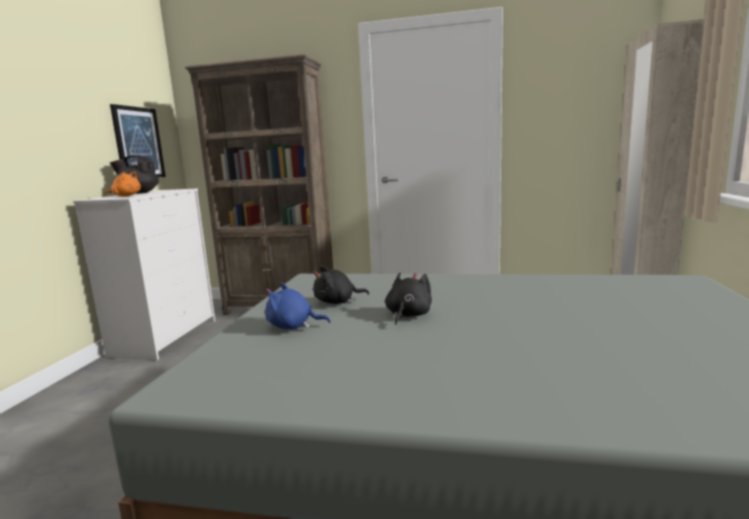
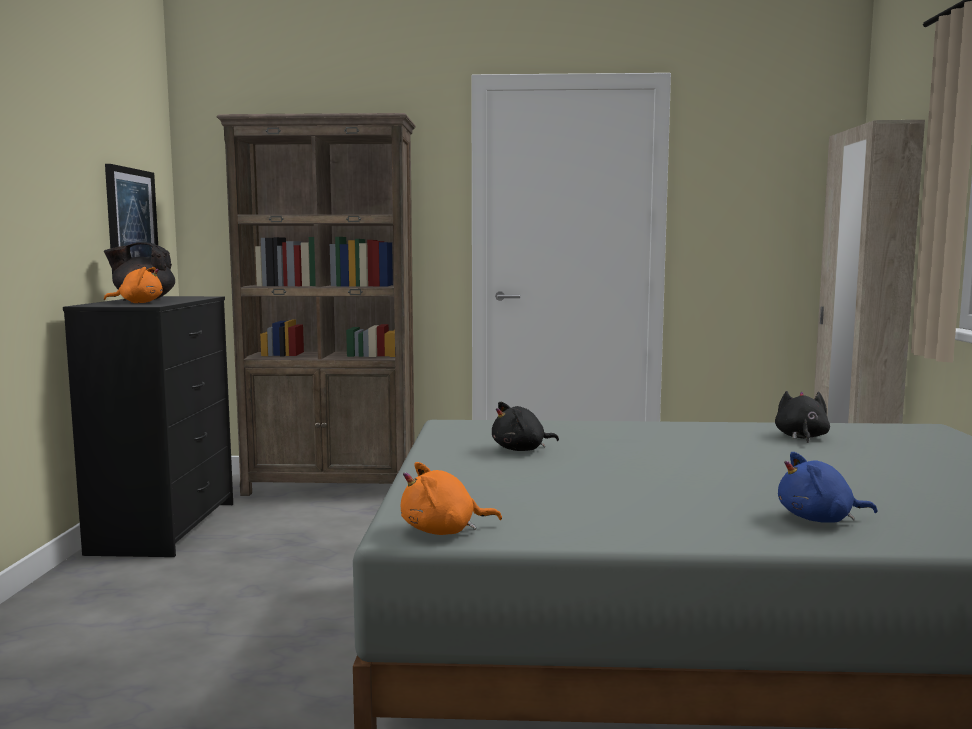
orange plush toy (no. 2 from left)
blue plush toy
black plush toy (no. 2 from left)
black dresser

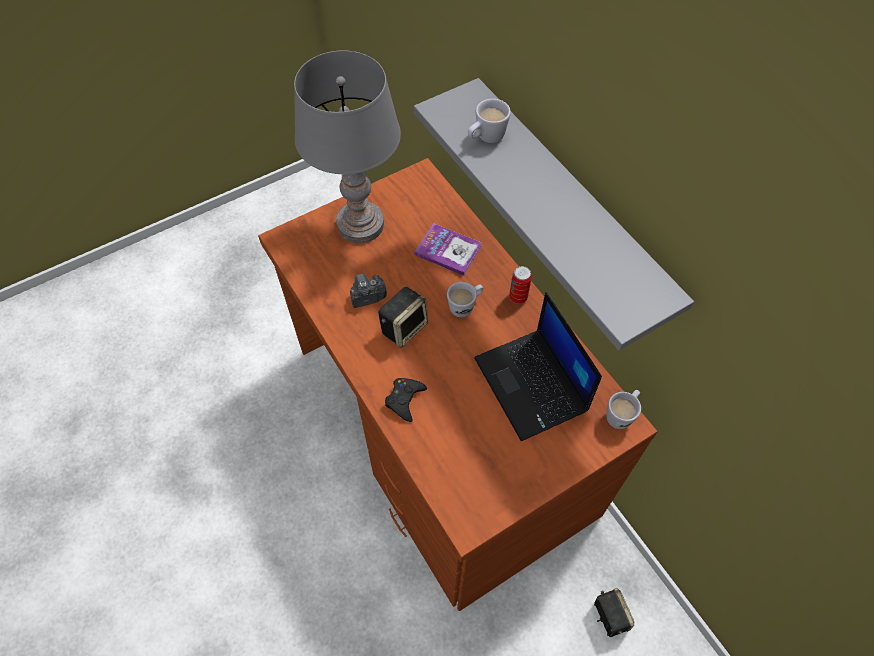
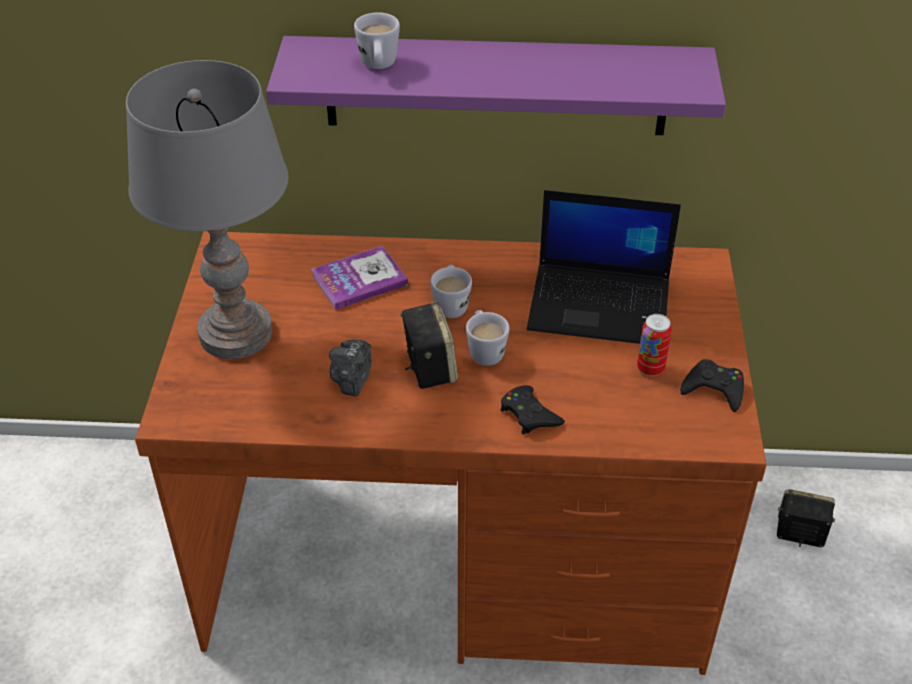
black game controller (no. 2 from left)
can
white mug (no. 3 from left)
purple shelf

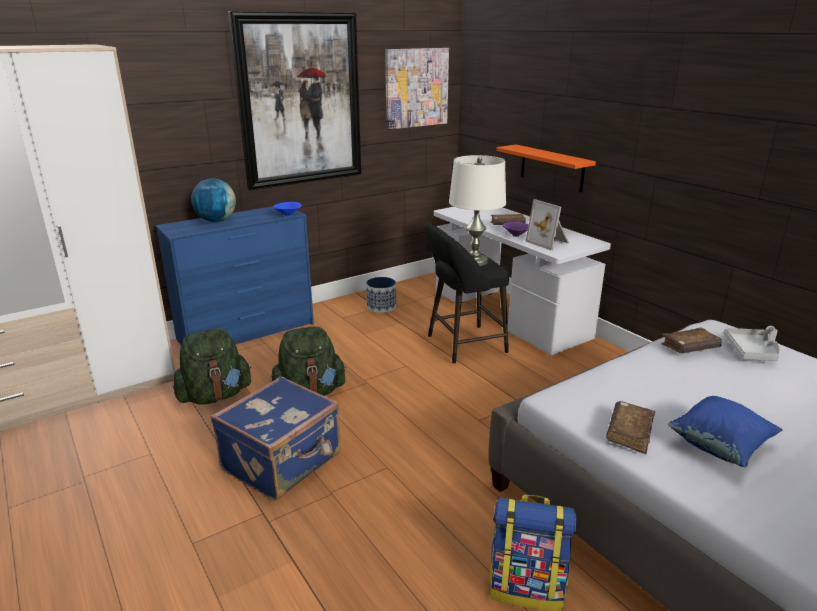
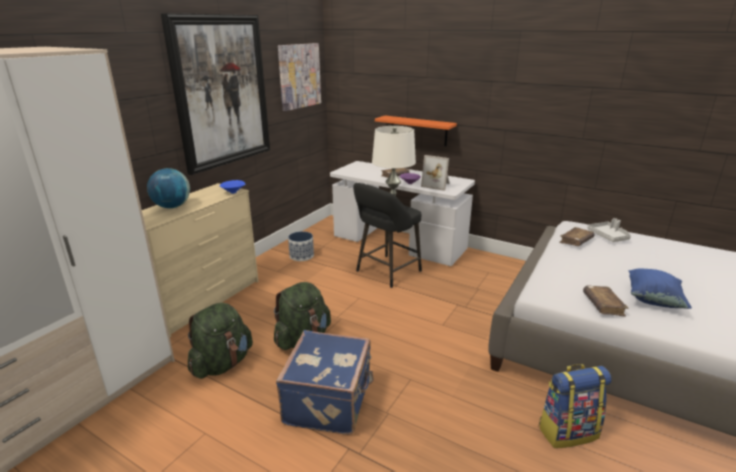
beige dresser

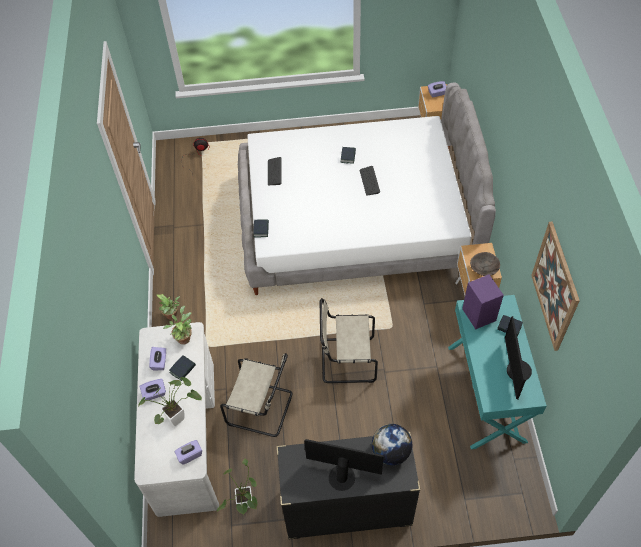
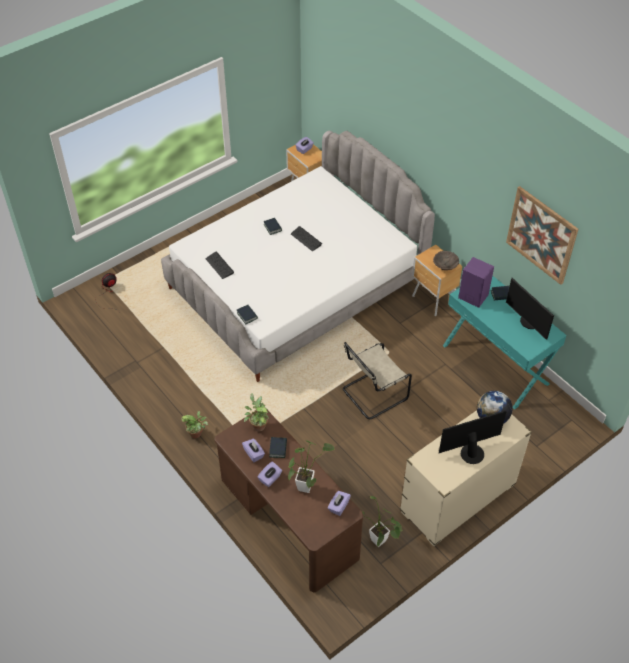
beige chair (no. 1 from left in the first image)
brown desk
beige dresser

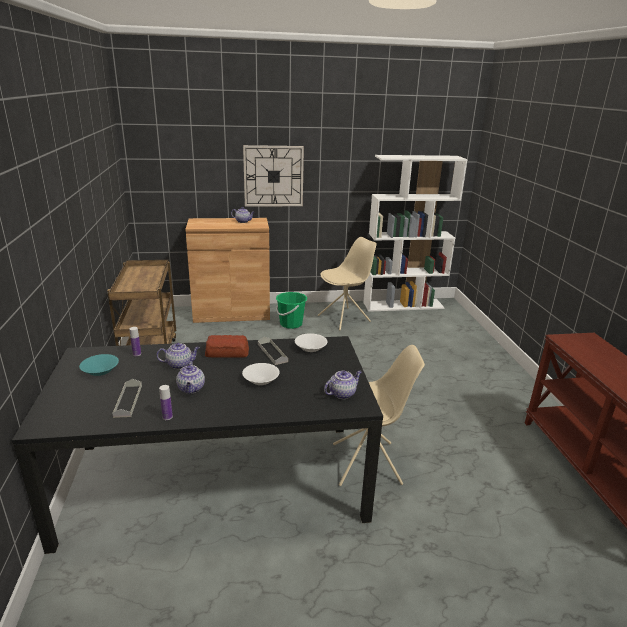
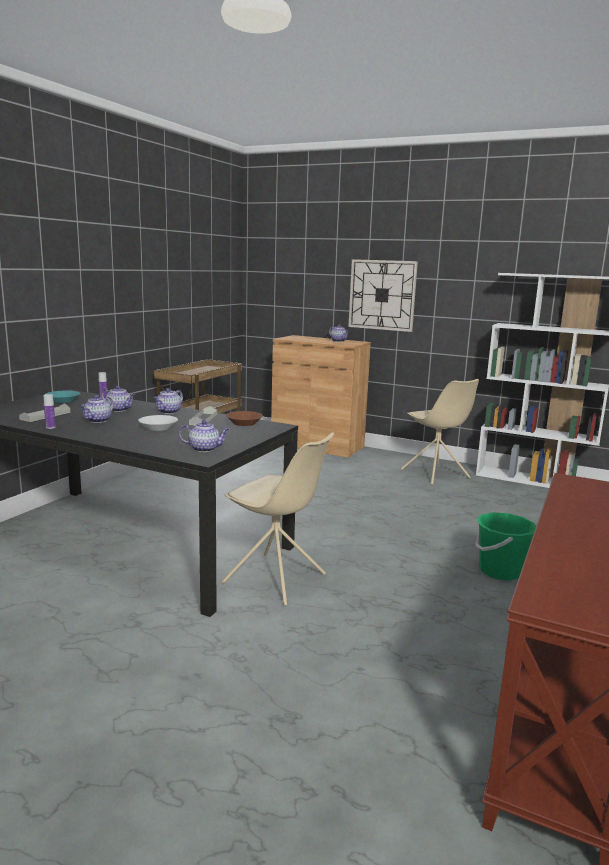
green bucket
teapot (no. 3 from left)
brown bowl
beige chair (no. 2 from left)

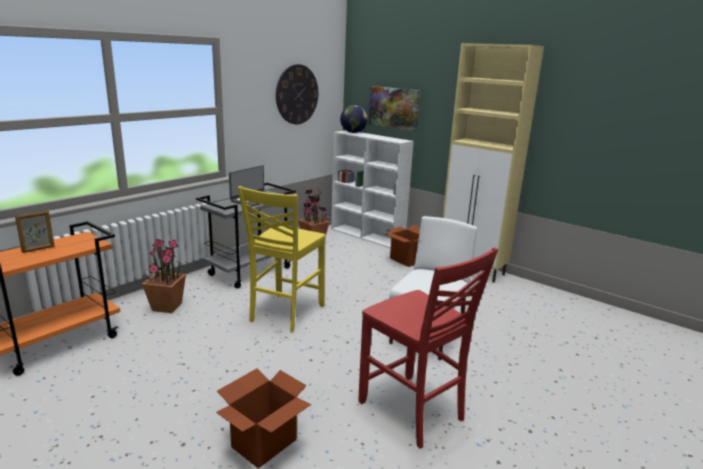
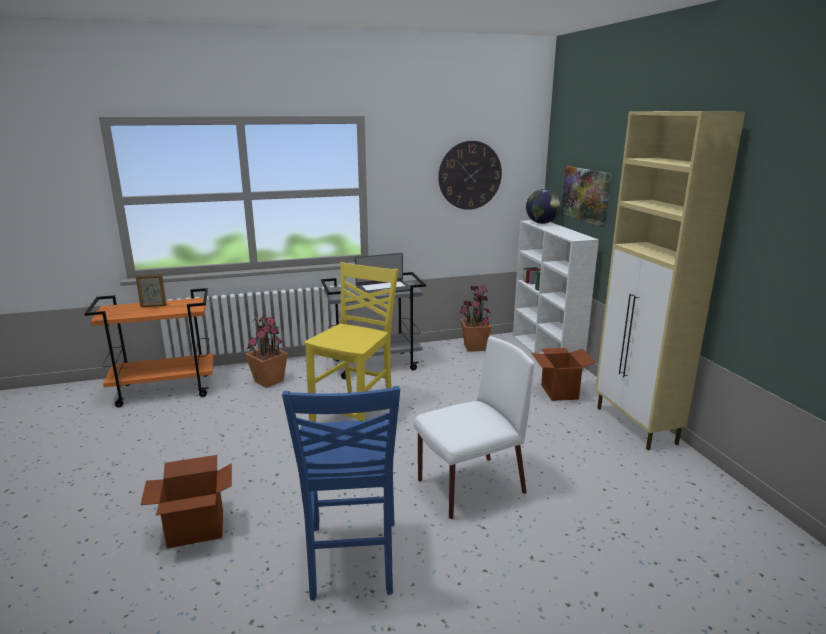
blue chair
yellow chair

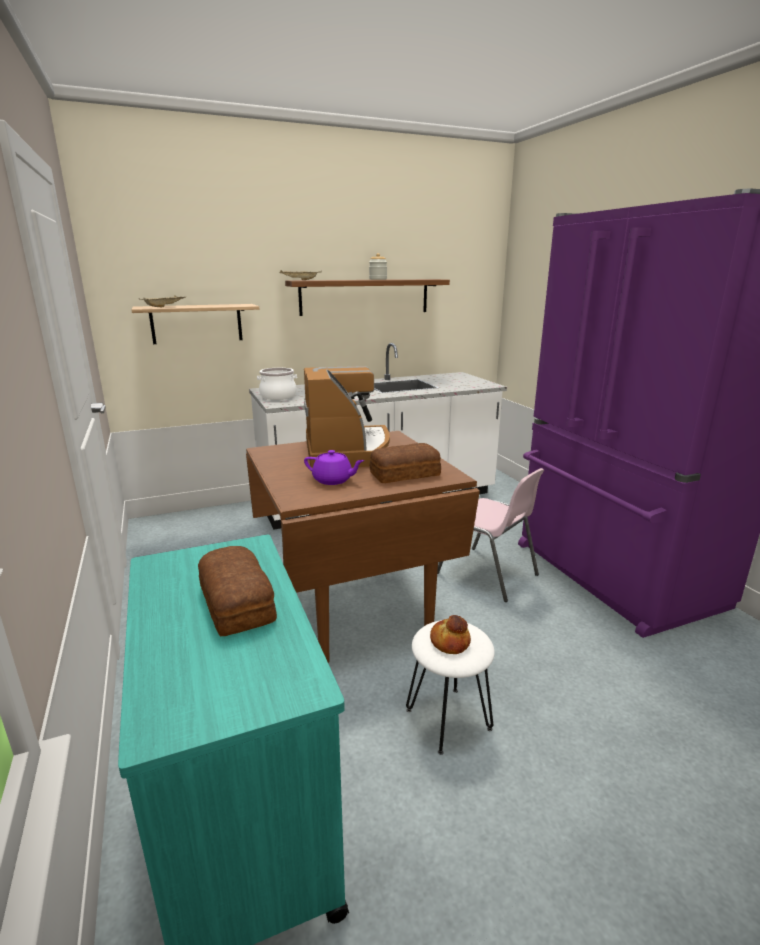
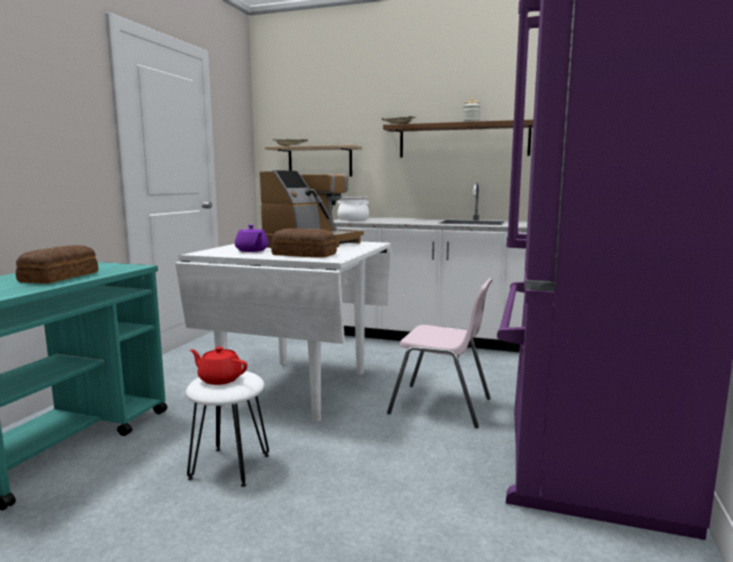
red teapot
white dining table
pink chair

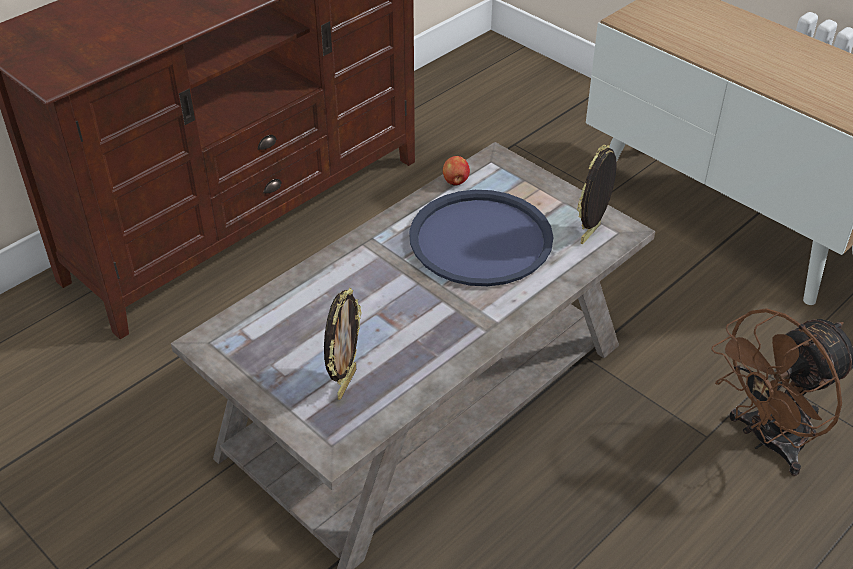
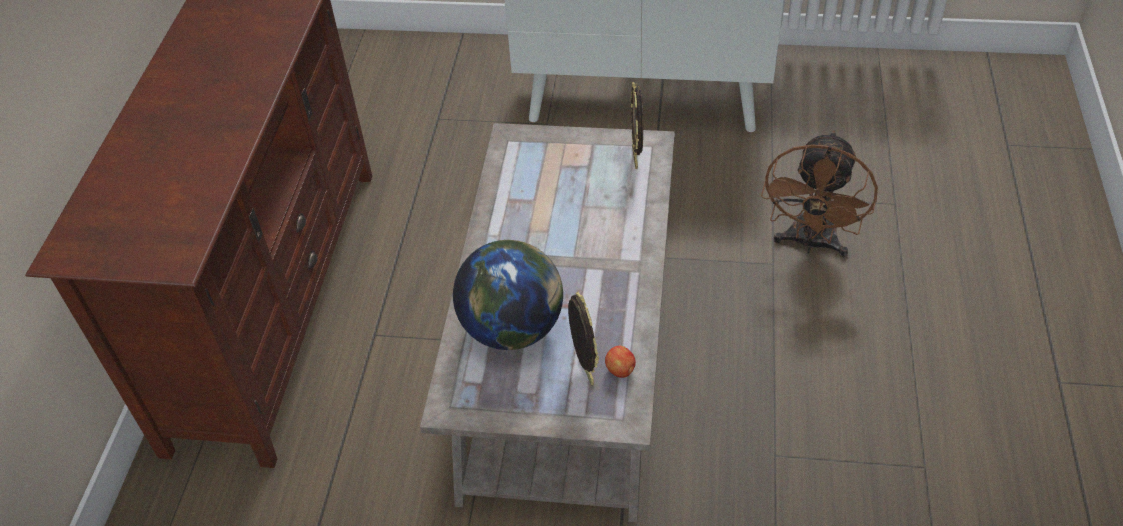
blue tray
globe
apple

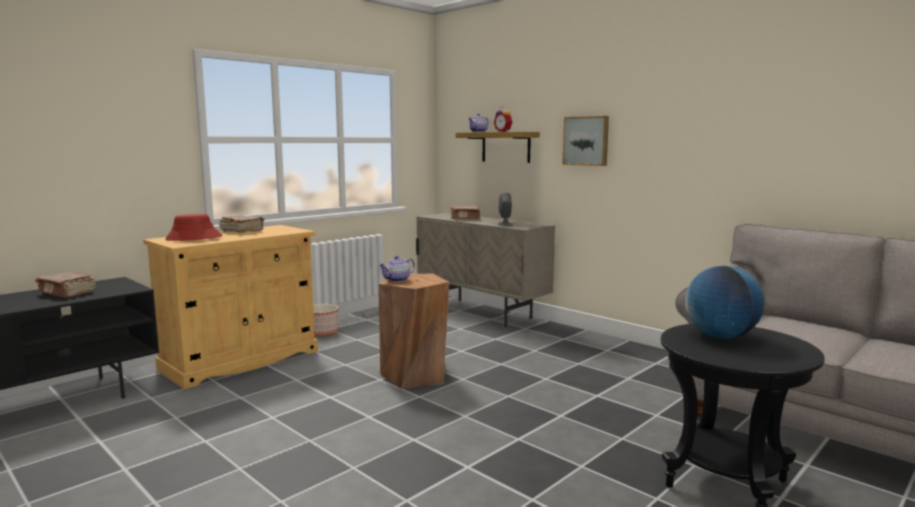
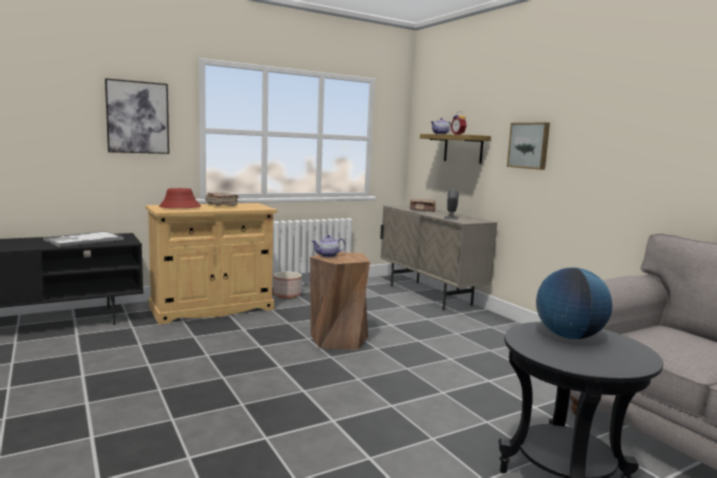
picture (no. 1 from left)
tray

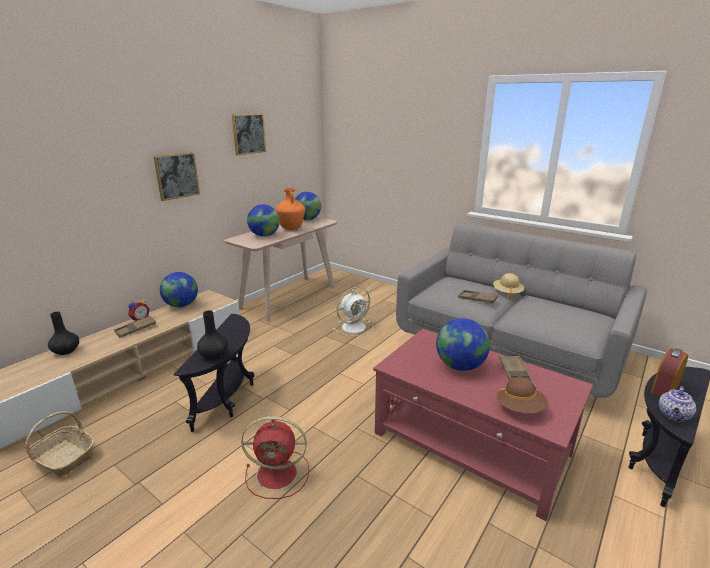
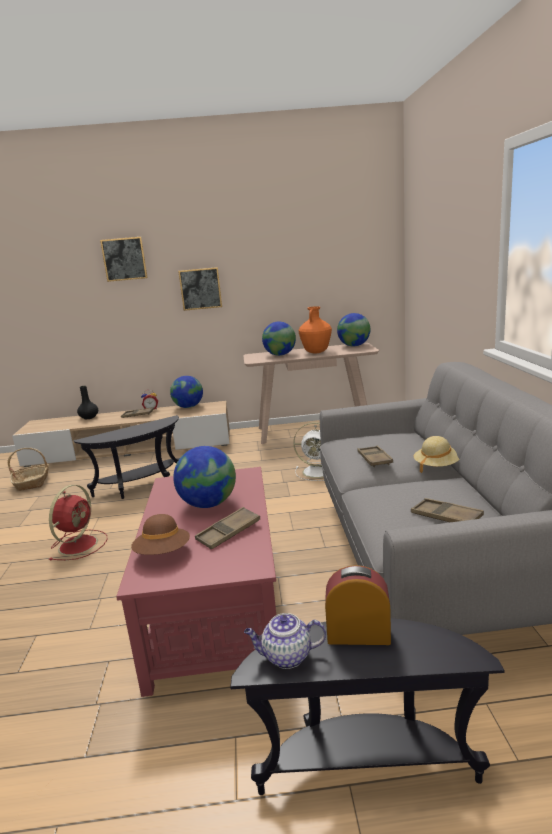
black vase (no. 2 from left in the first image)
brown tray (no. 4 from left)
picture (no. 1 from left)
red fan

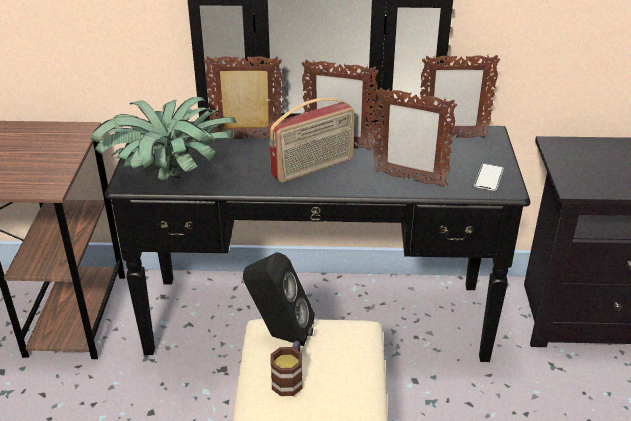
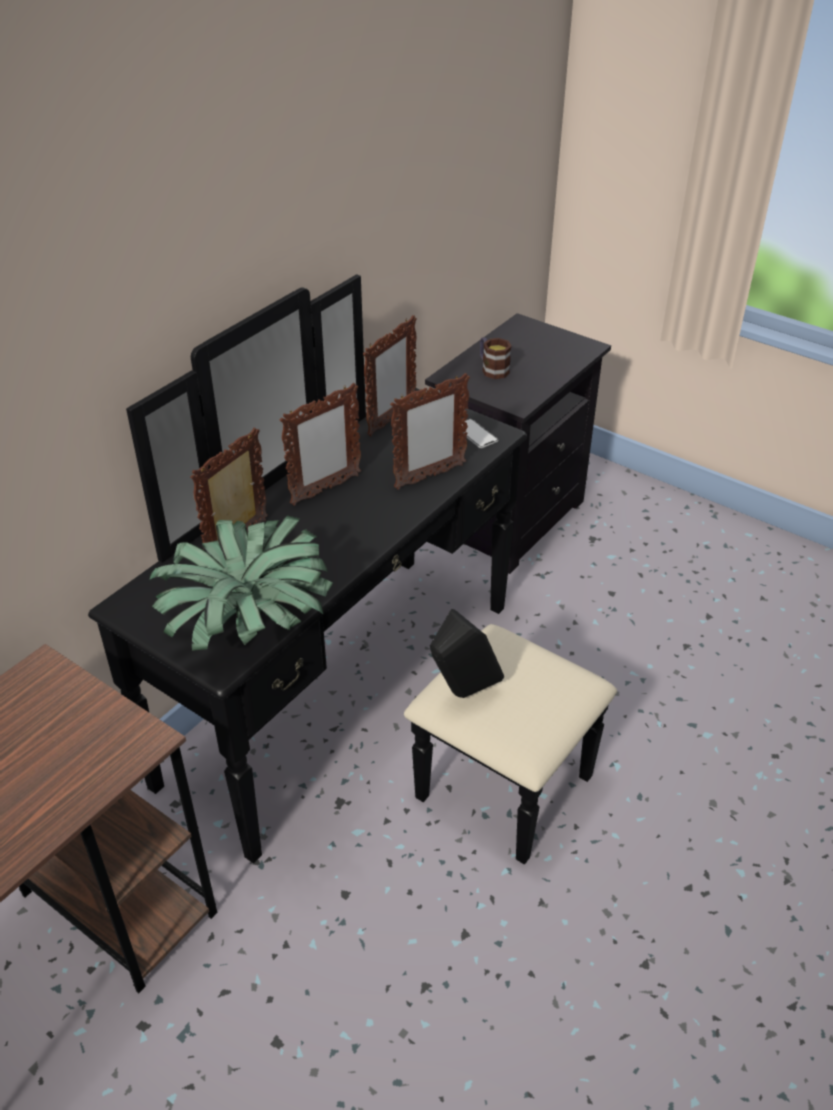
radio
mug

